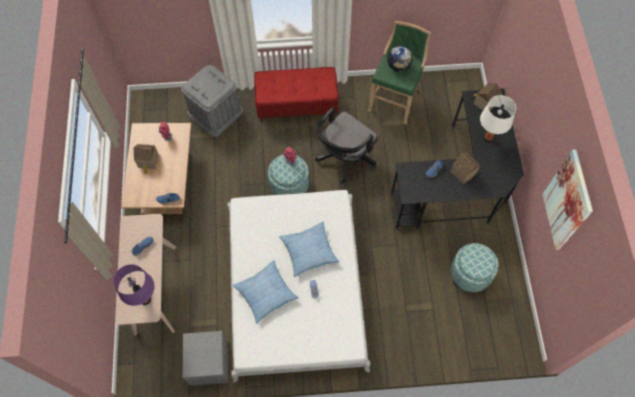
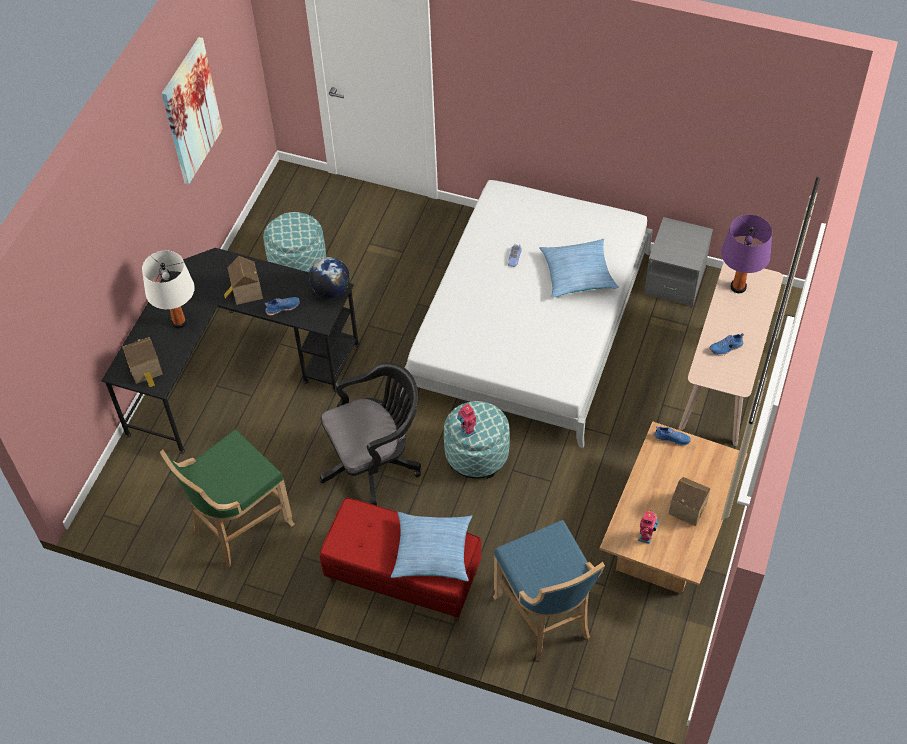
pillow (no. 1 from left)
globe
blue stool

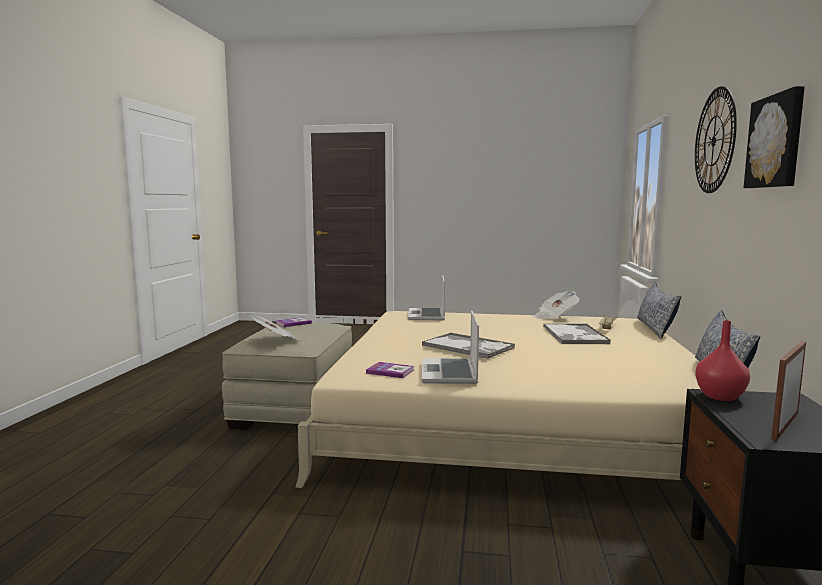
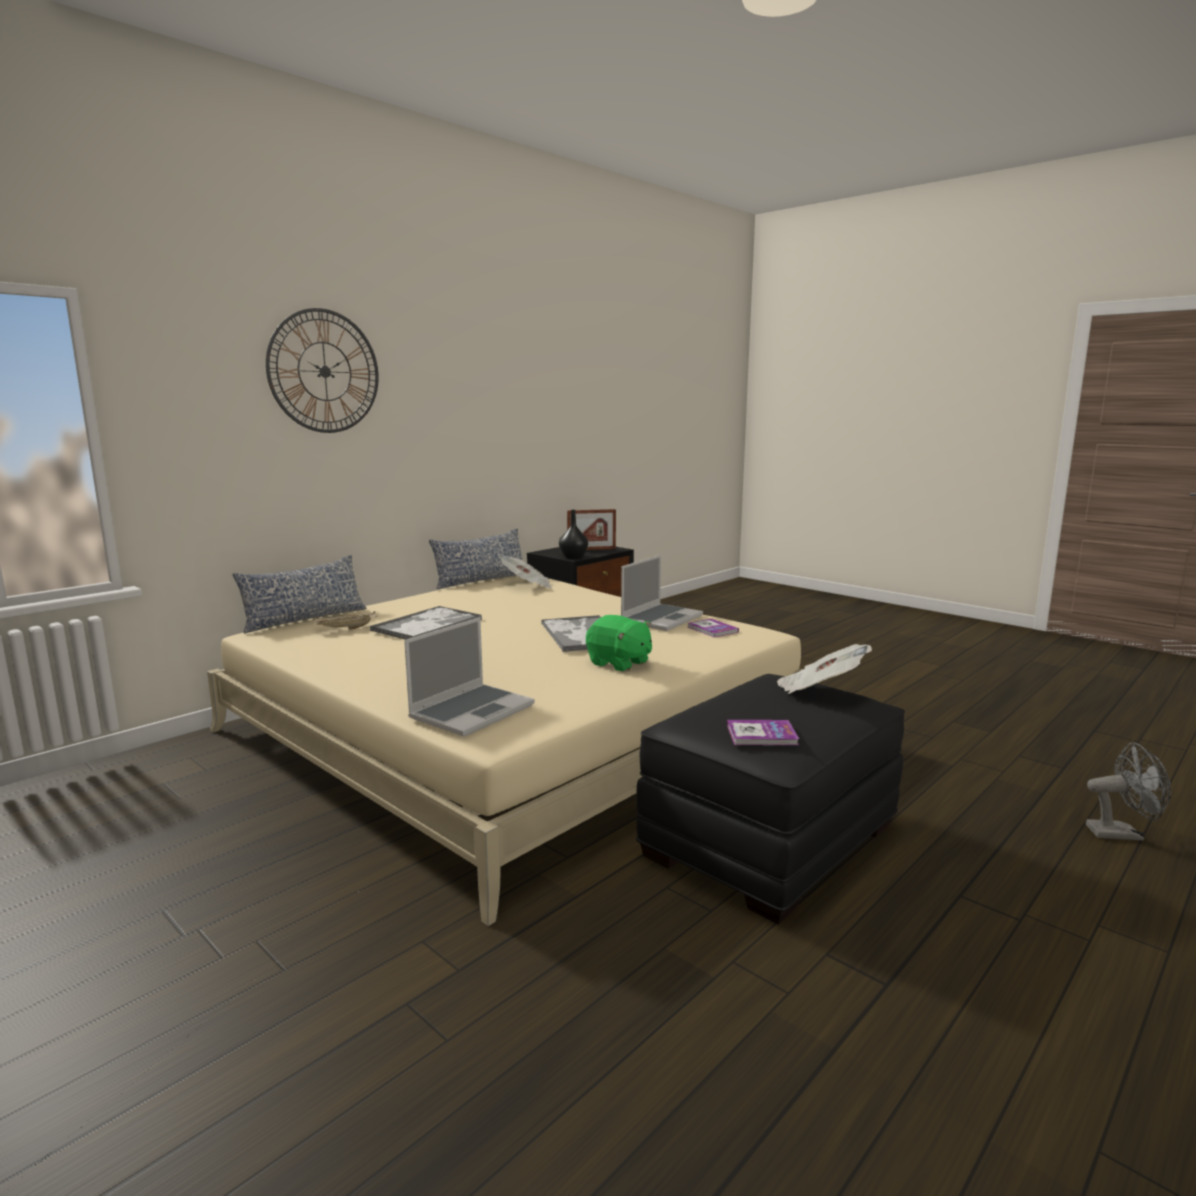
picture
green plush toy
grey fan
newspaper (no. 1 from left)
black ottoman
black vase

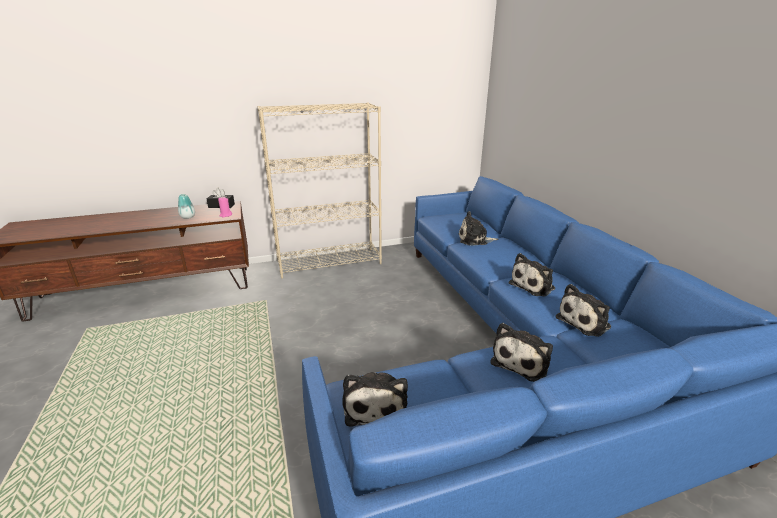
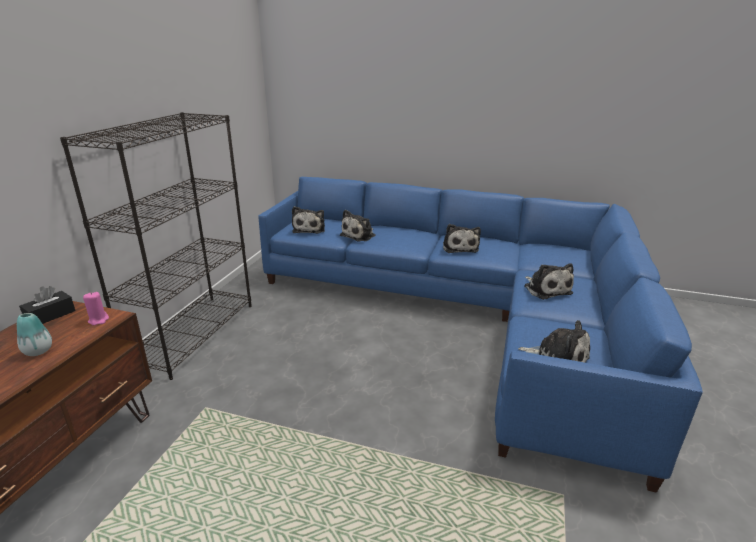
plush toy (no. 1 from left)
black bookcase

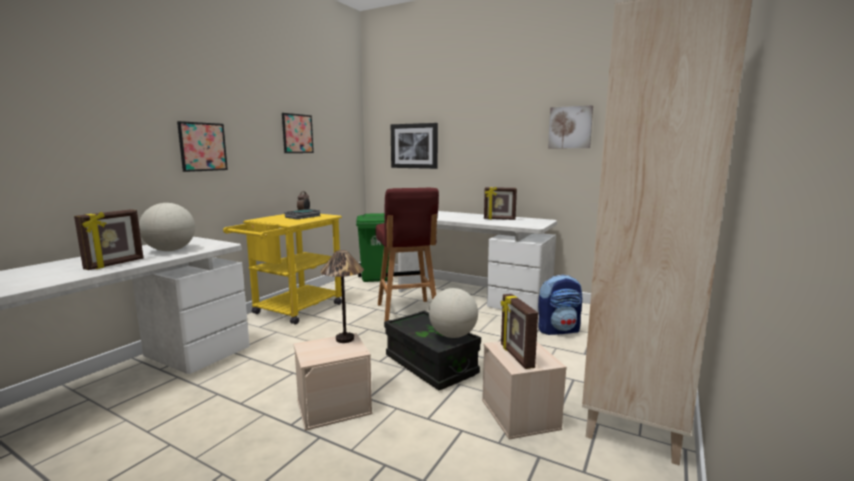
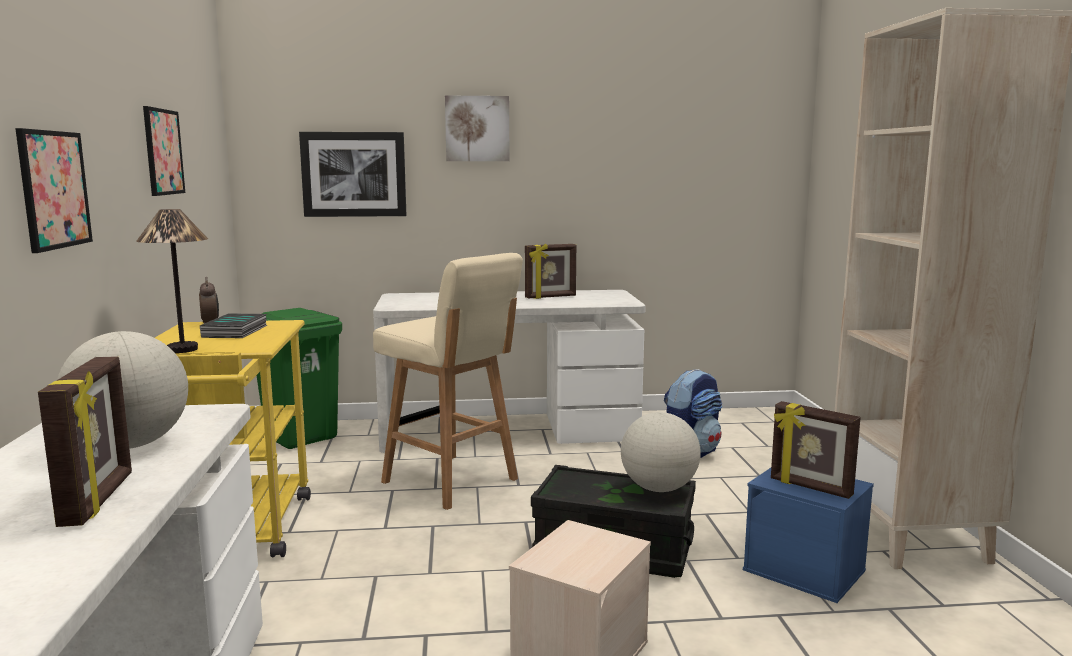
table lamp
picture (no. 4 from left)
beige stool
blue storage box

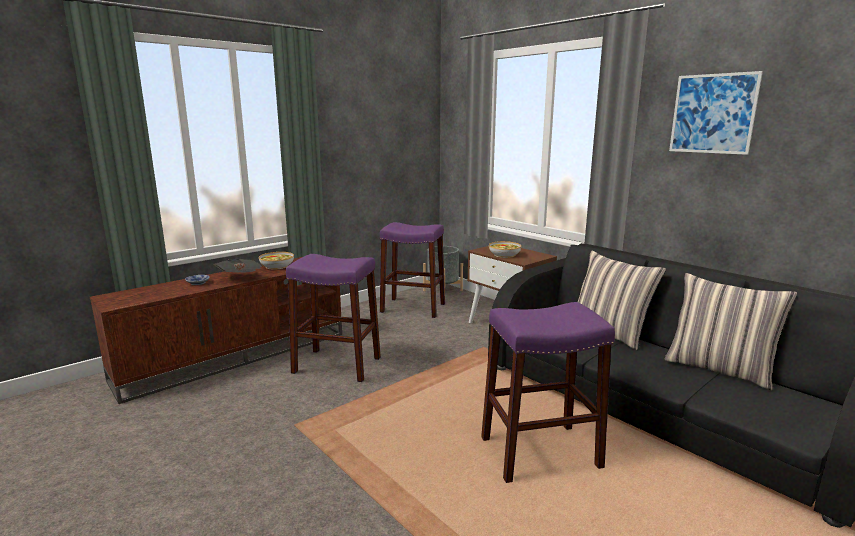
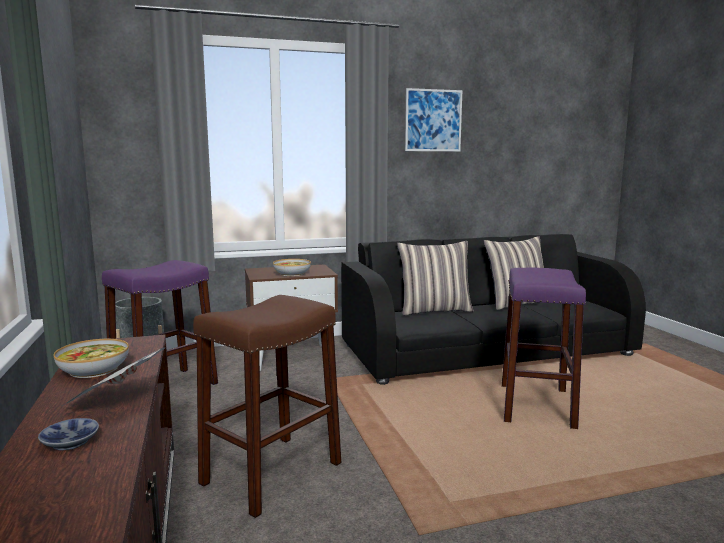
brown stool

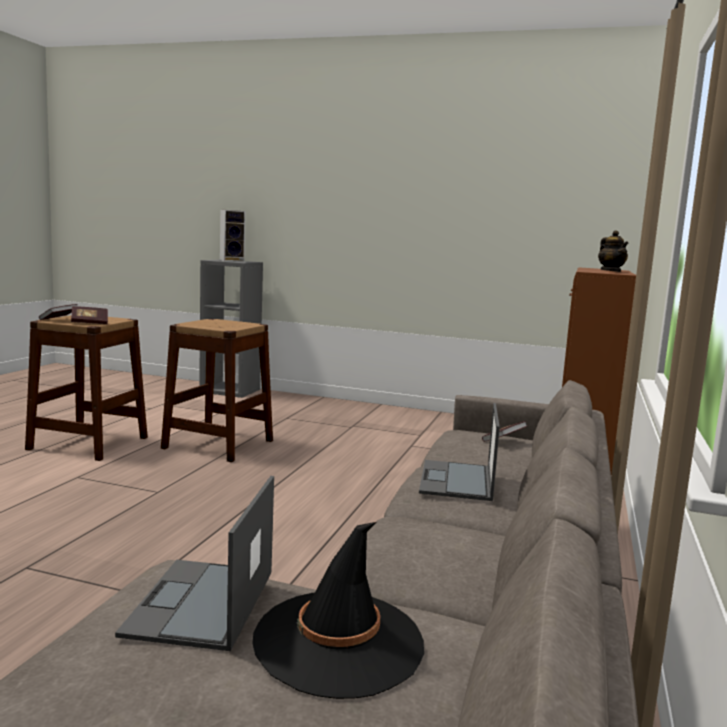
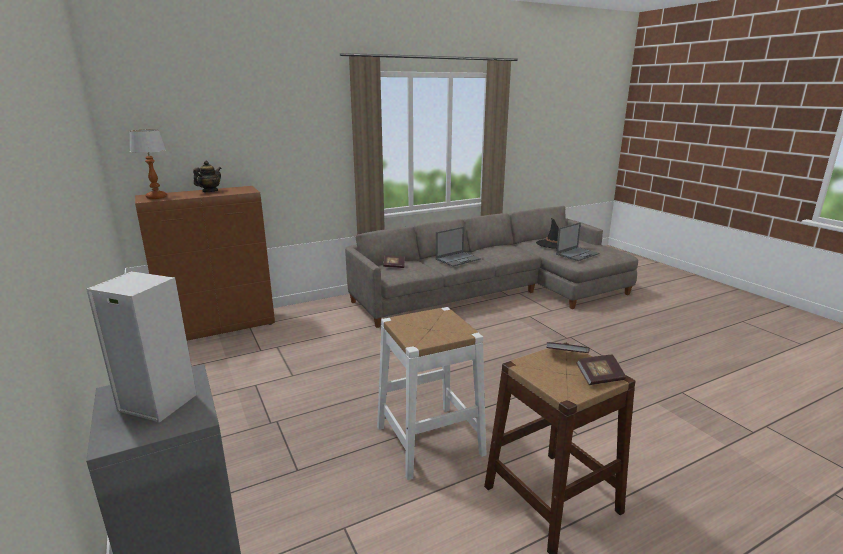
table lamp
white stool

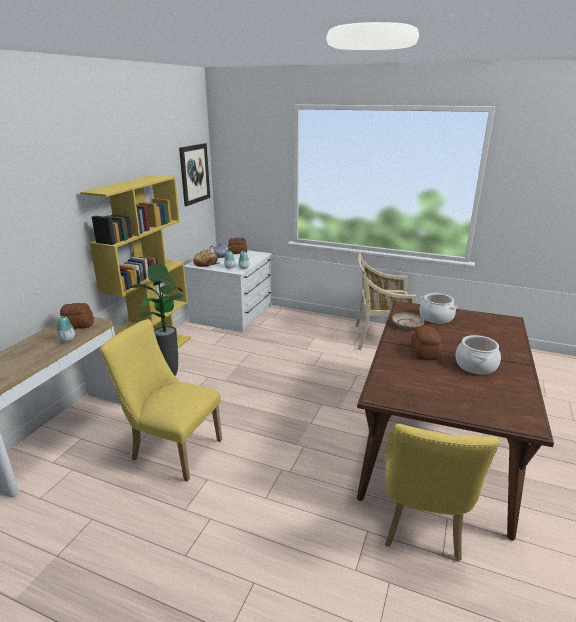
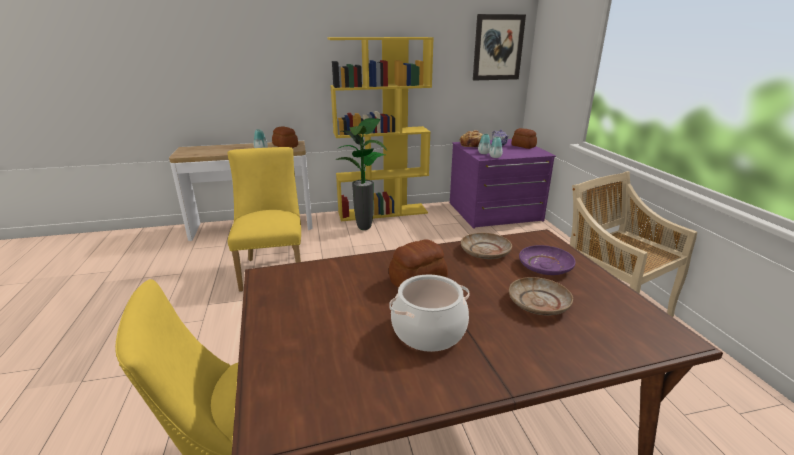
beige plate (no. 2 from left)
purple plate
purple dresser

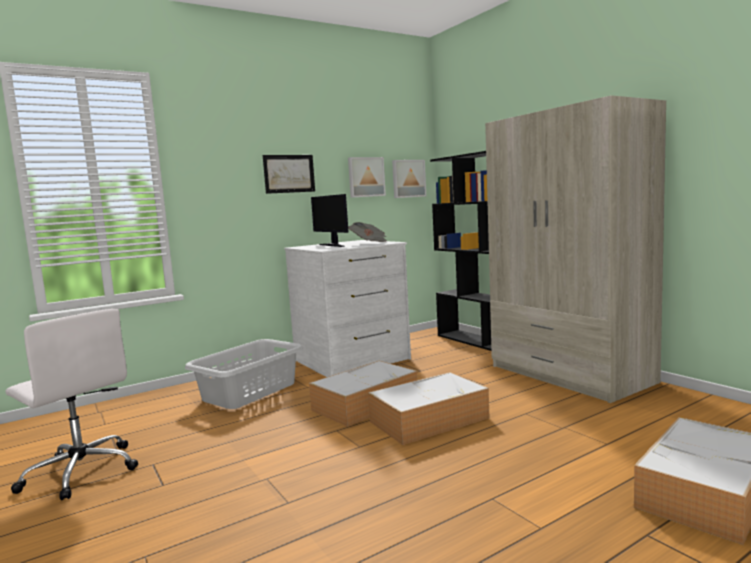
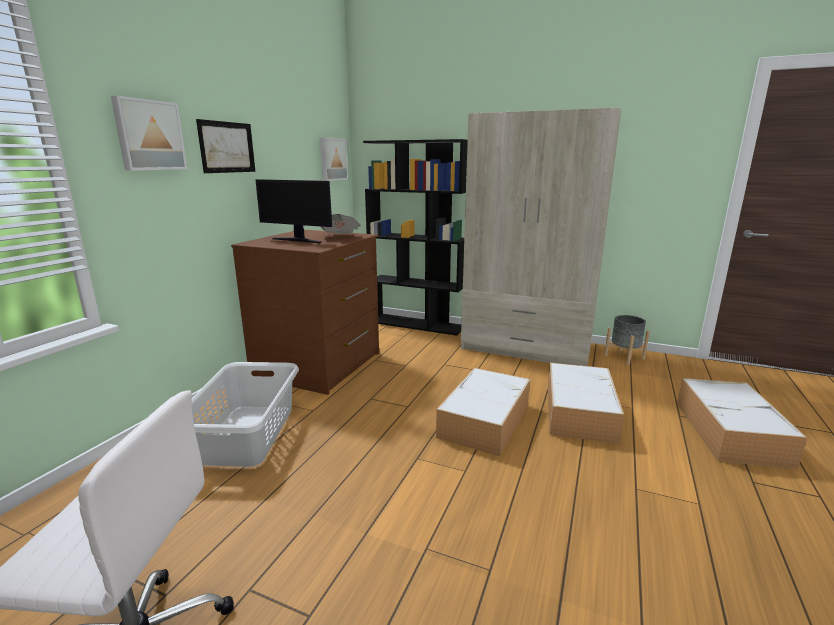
grey planter
storage box (no. 2 from left)
picture (no. 1 from left)
brown dresser

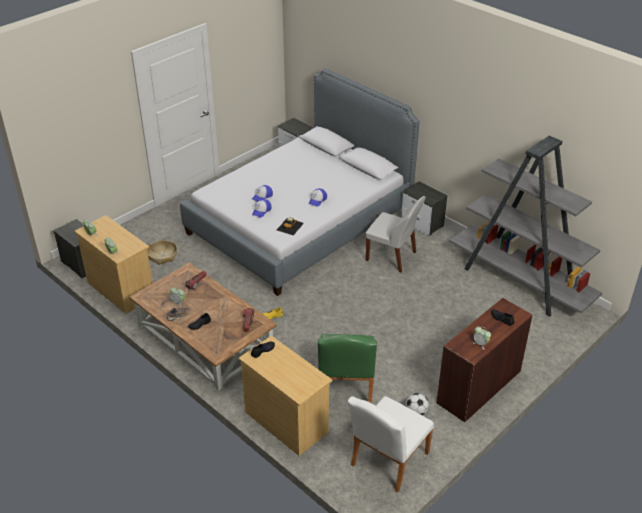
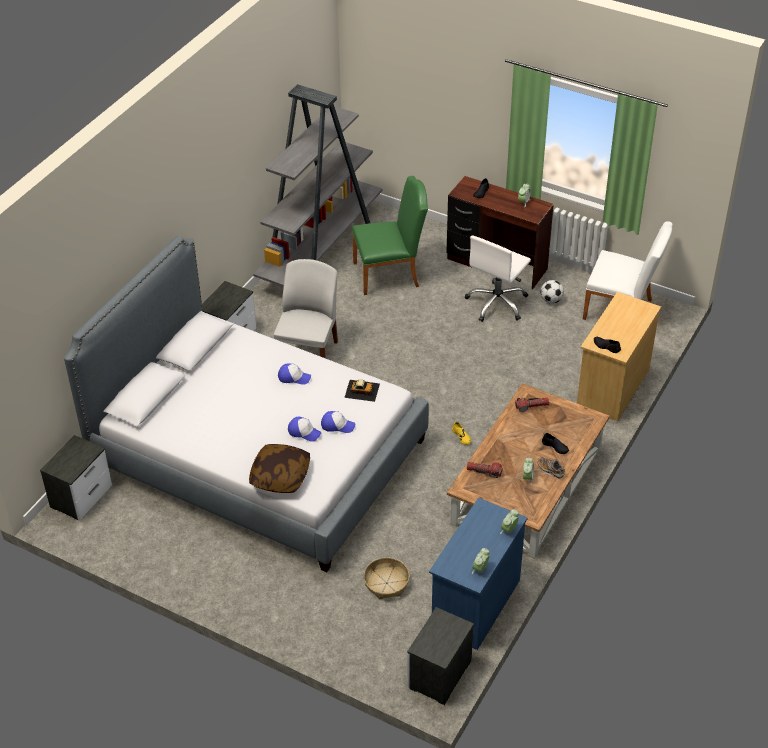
pillow
white office chair
green chair
blue dresser

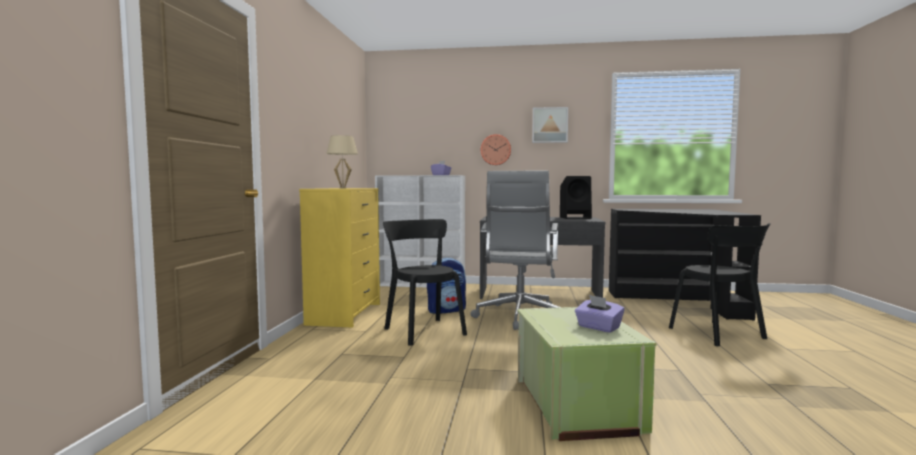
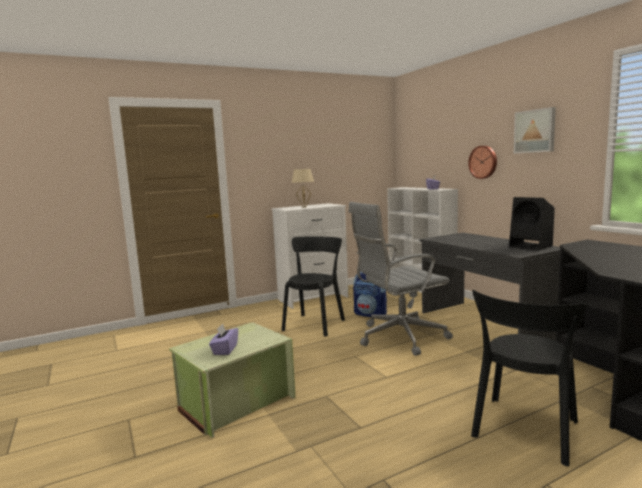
white dresser

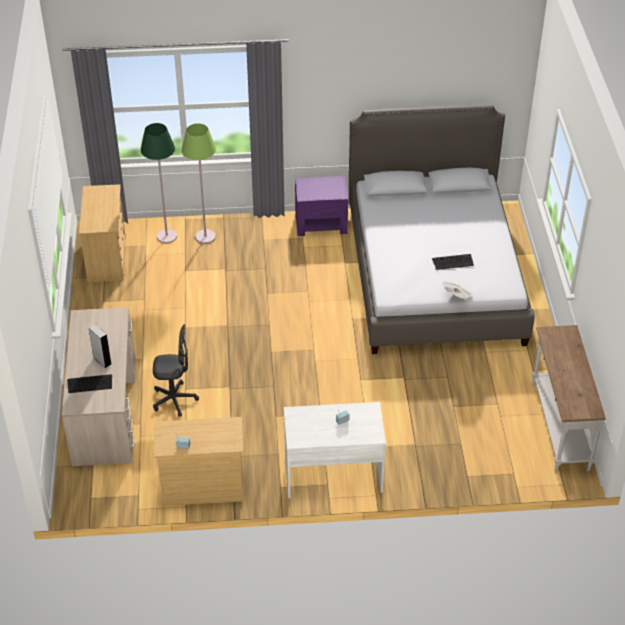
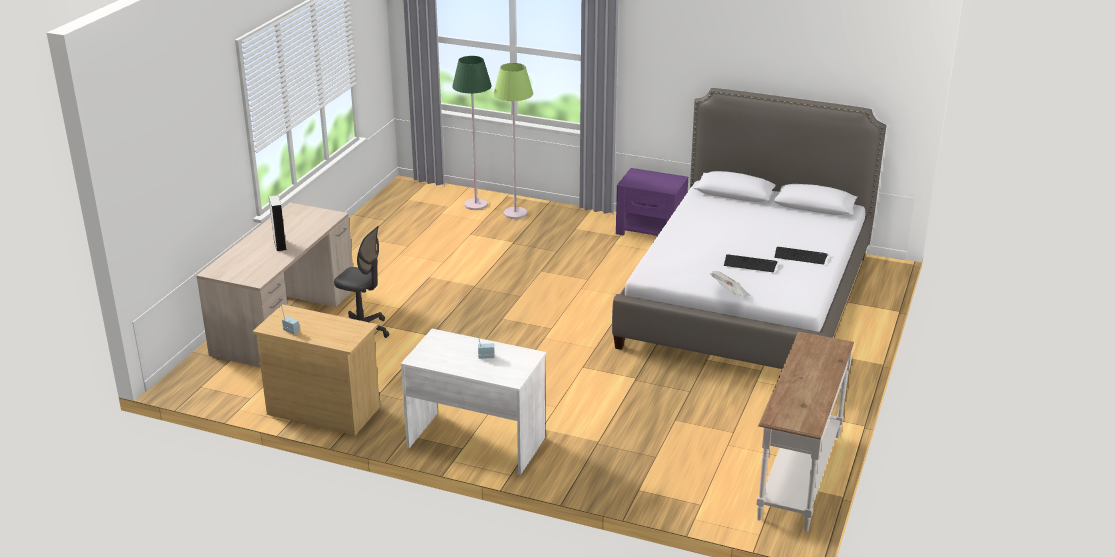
beige dresser (no. 1 from left in the first image)
keyboard (no. 2 from left)

